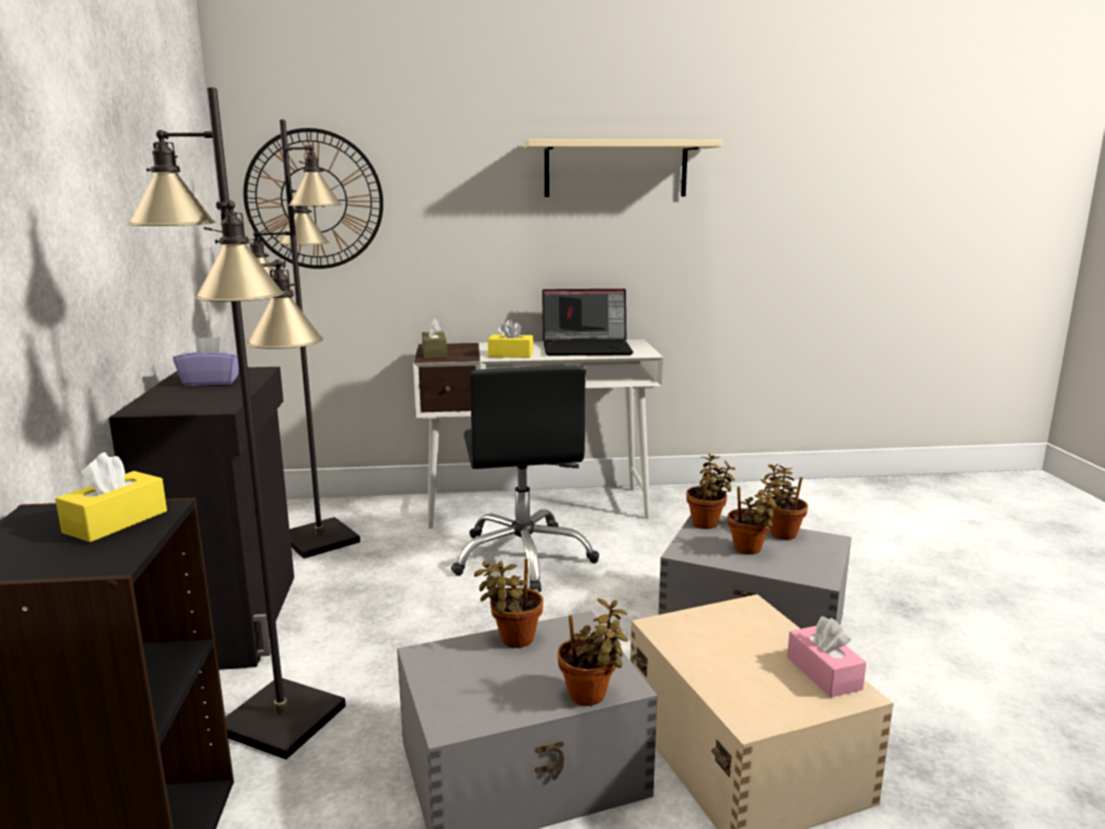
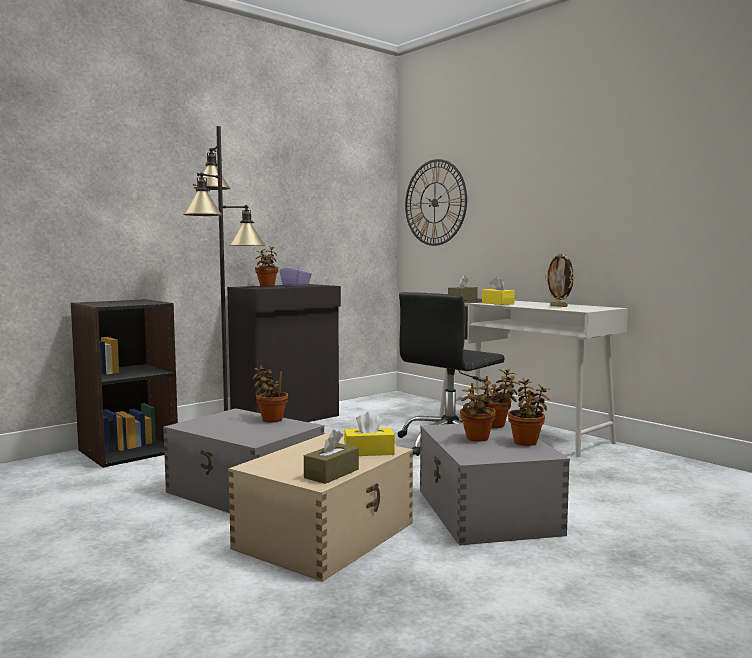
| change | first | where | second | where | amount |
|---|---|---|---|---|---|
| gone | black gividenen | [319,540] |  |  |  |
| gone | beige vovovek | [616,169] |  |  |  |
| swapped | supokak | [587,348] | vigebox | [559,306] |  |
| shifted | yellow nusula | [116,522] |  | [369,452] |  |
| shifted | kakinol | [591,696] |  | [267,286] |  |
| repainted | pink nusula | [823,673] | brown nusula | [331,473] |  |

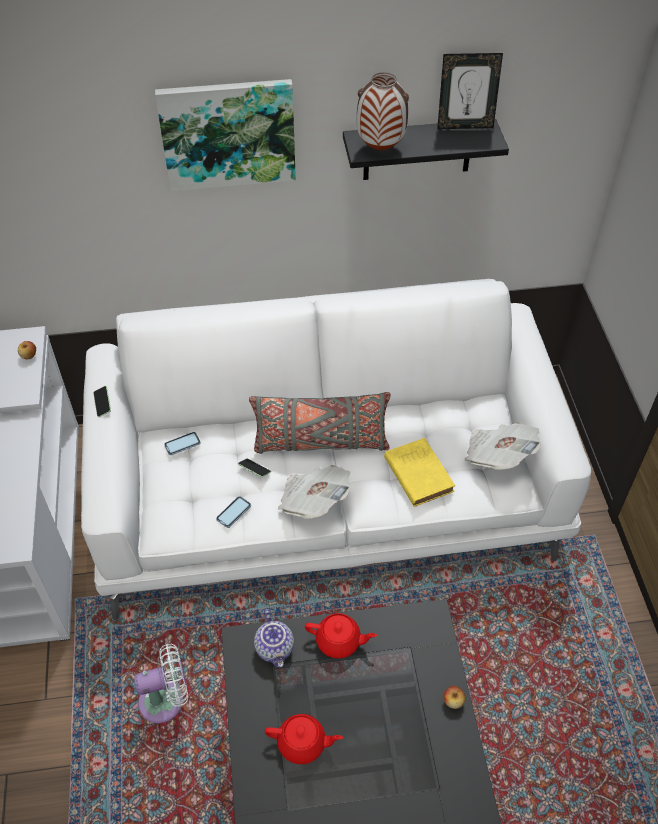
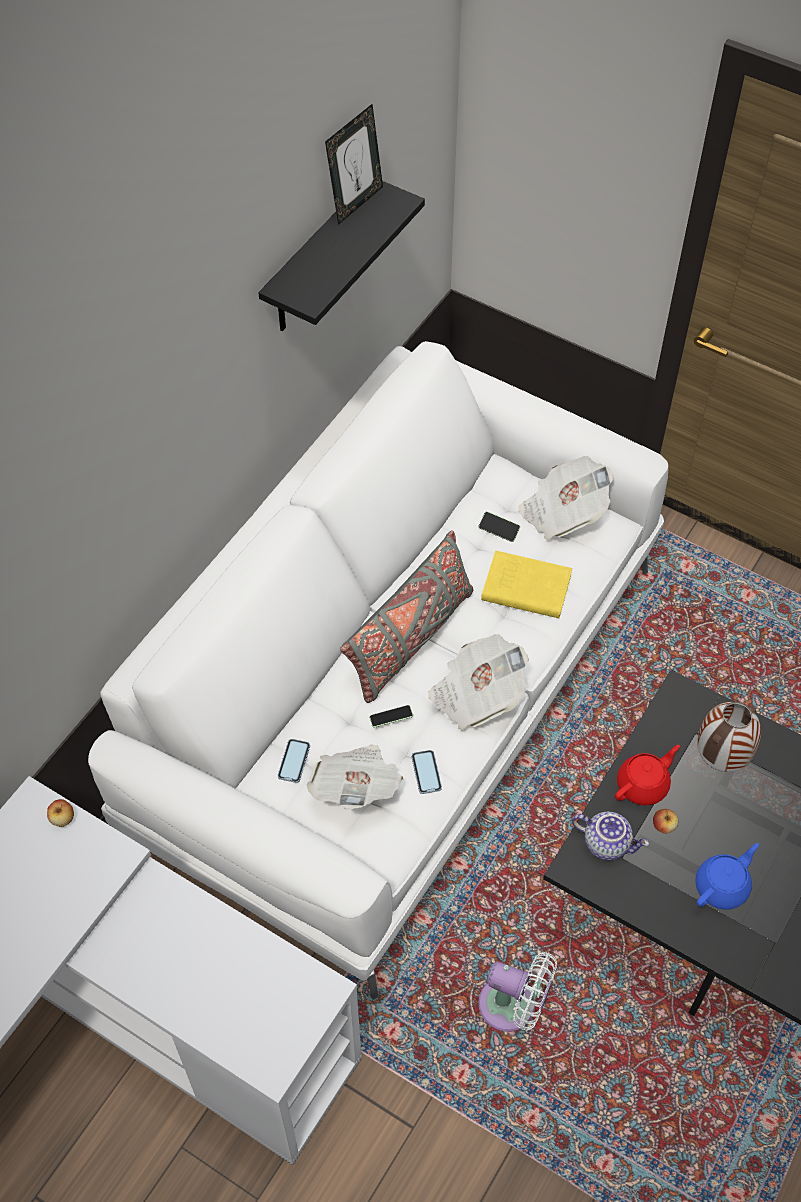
| change | first | where | second | where | amount |
|---|---|---|---|---|---|
| shifted | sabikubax | [381,148] |  | [720,758] |  |
| gone | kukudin | [228,133] |  |  |  |
| shifted | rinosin | [103,404] |  | [499,530] |  |
| rotated | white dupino | [166,700] |  | [513,1007] | 90 degrees clockwise |
| shifted | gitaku | [453,701] |  | [663,826] |  |
| repainted | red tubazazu | [303,743] | blue tubazazu | [722,886] |  |
| new |  |  | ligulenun | [356,787] |  |

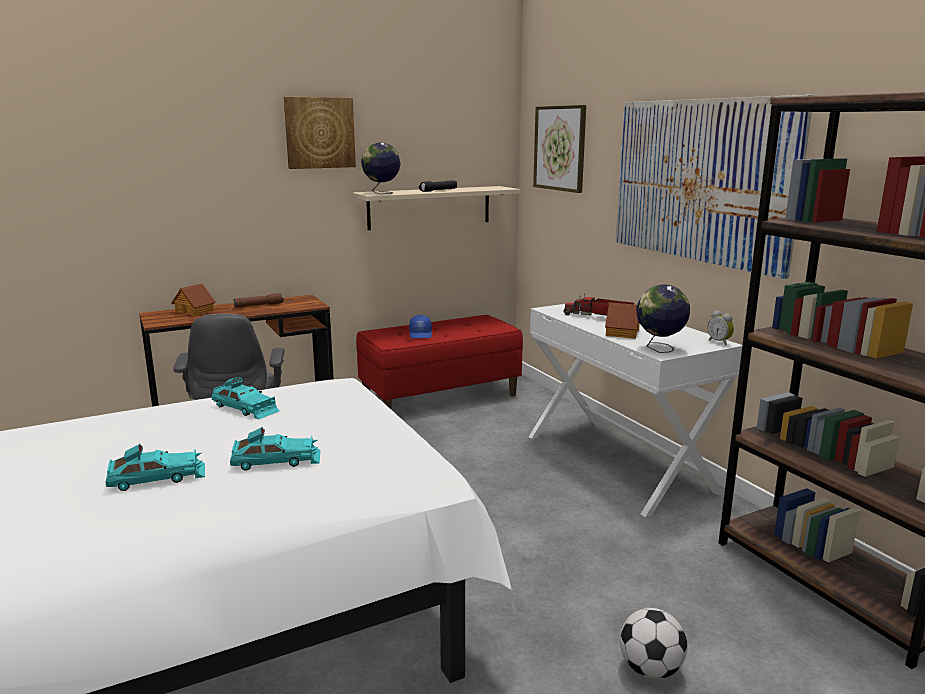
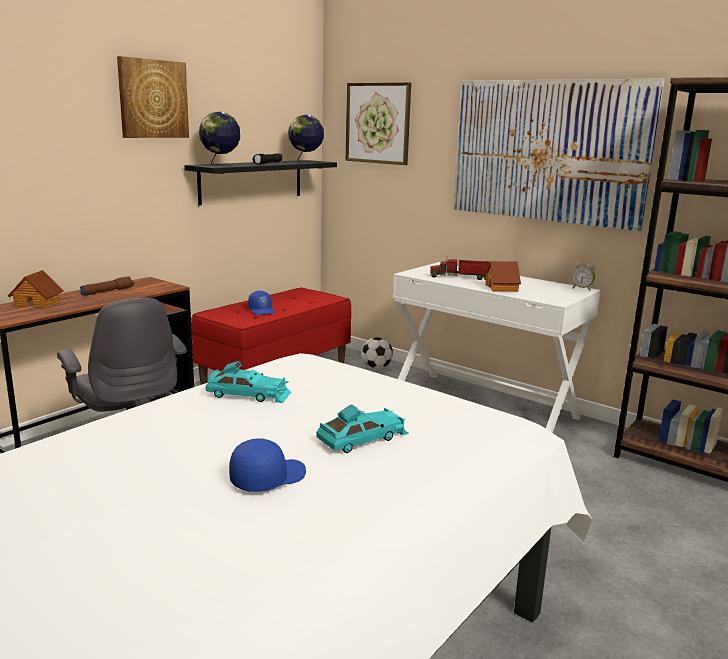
| change | first | where | second | where | amount |
|---|---|---|---|---|---|
| repainted | beige vovovek | [429,207] | black vovovek | [252,181] |  |
| shifted | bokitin | [659,349] |  | [306,162] |  |
| swapped | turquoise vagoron | [157,478] | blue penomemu | [267,478] |  |
| shifted | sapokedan | [650,669] |  | [376,368] |  |

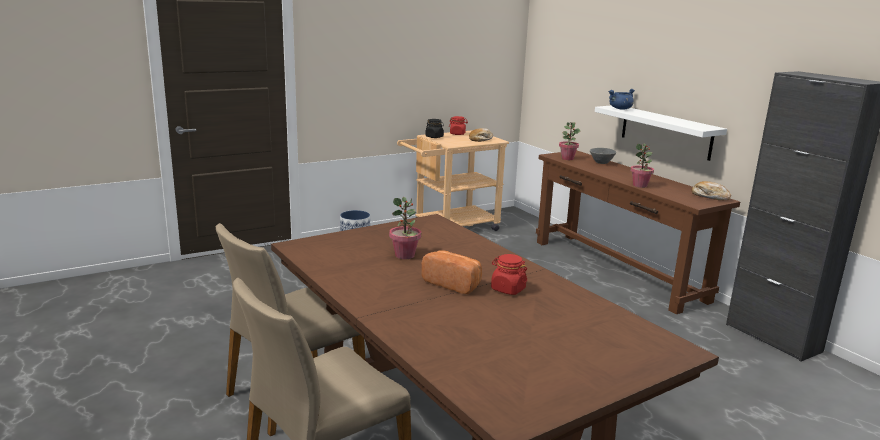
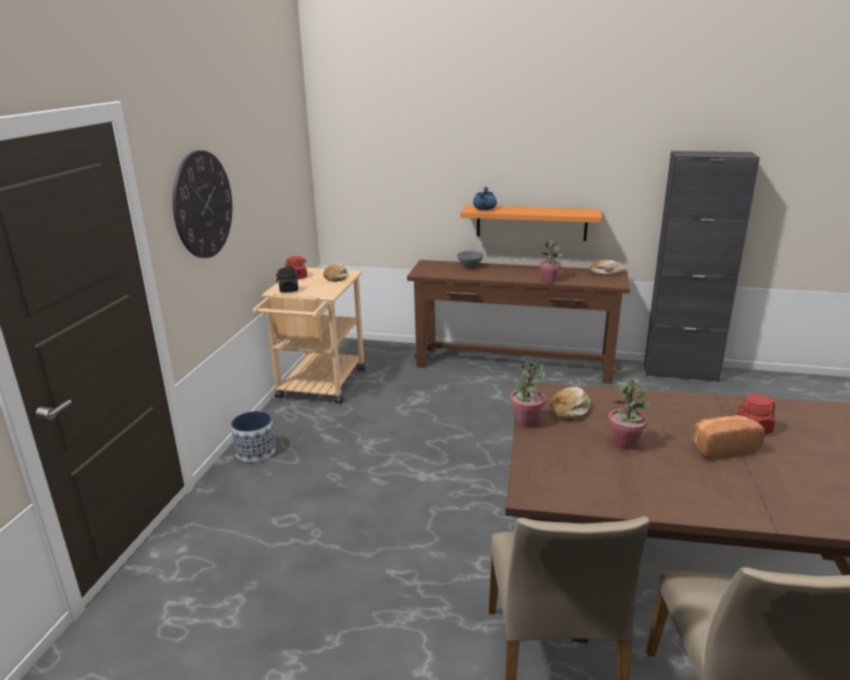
| change | first | where | second | where | amount |
|---|---|---|---|---|---|
| repainted | white vovovek | [665,132] | orange vovovek | [531,222] |  |
| shifted | kakinol | [567,158] |  | [526,421] |  |
| new |  |  | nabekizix | [203,205] |  |
| new |  |  | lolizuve | [570,409] |  |

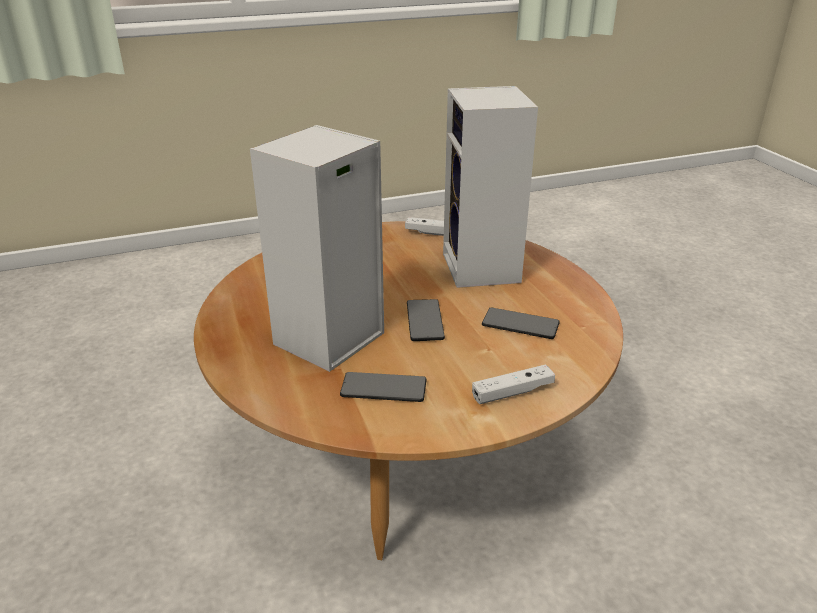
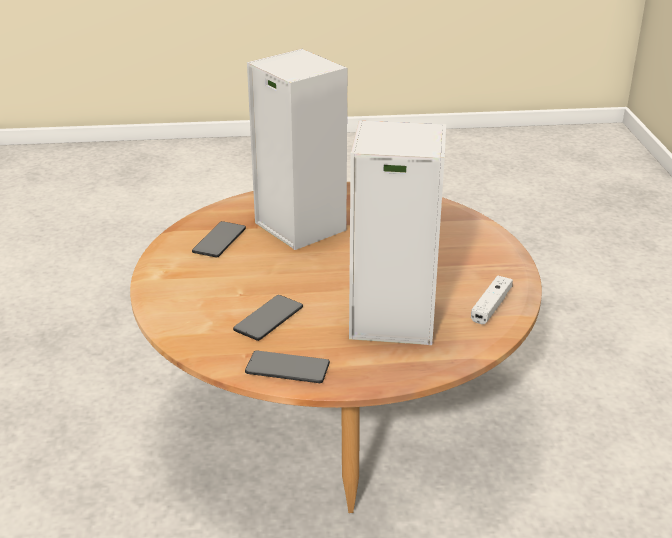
| change | first | where | second | where | amount |
|---|---|---|---|---|---|
| shifted | rinosin | [424,321] |  | [287,368] |  |
| gone | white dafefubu | [512,392] |  |  |  |

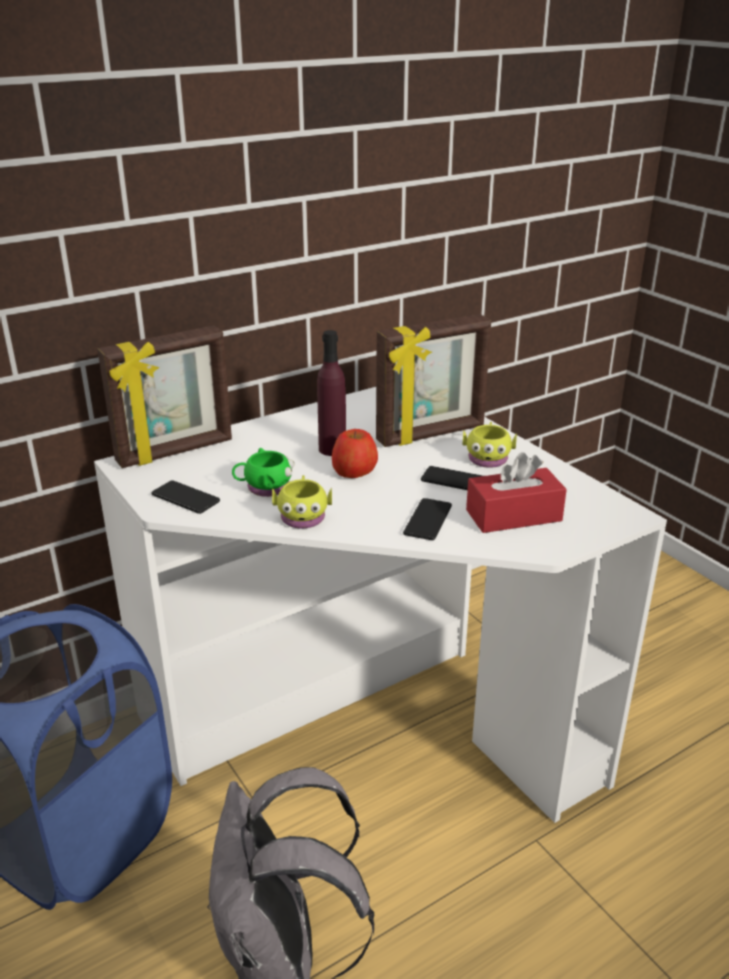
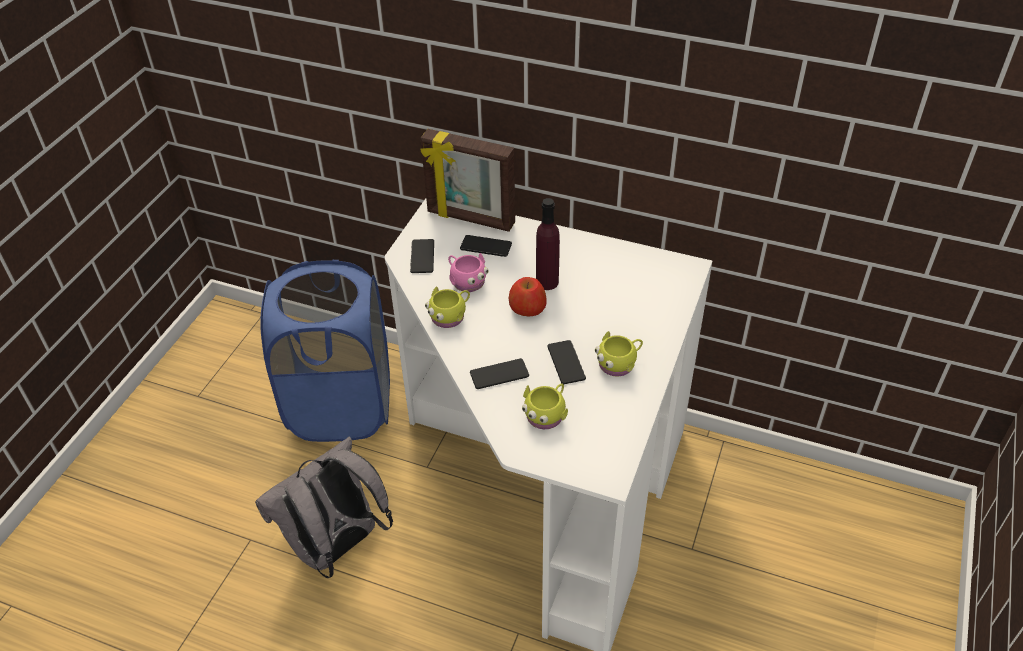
| change | first | where | second | where | amount |
|---|---|---|---|---|---|
| gone | vigebox | [431,434] |  |  |  |
| repainted | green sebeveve | [264,488] | pink sebeveve | [466,281] |  |
| swapped | red nusula | [513,515] | yellow sebeveve | [546,414] |  |
| new |  |  | rinosin | [486,246] |  |

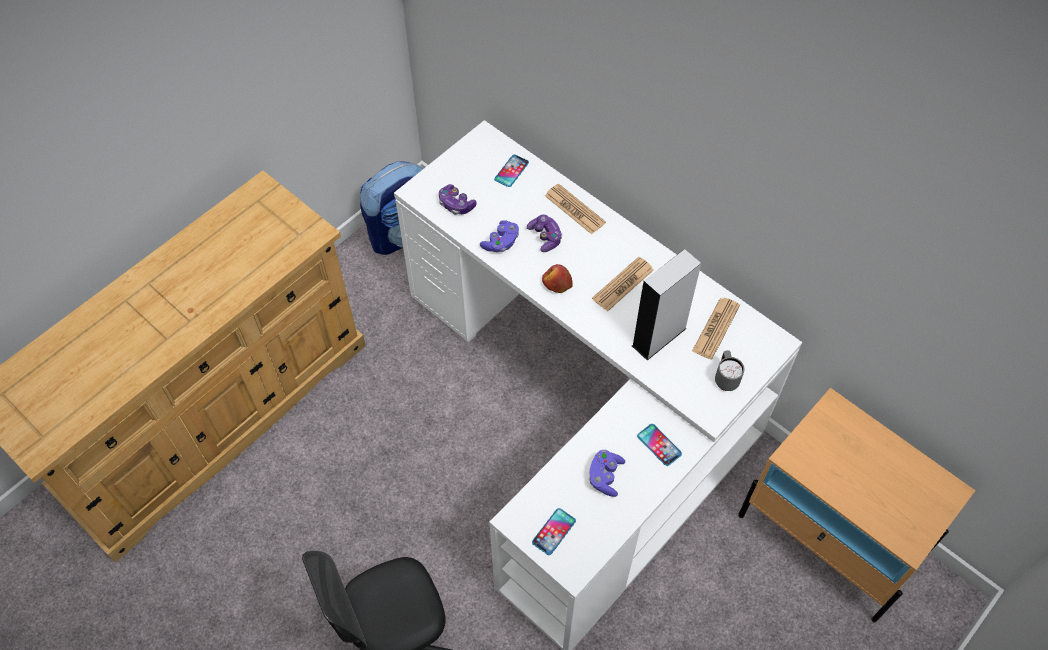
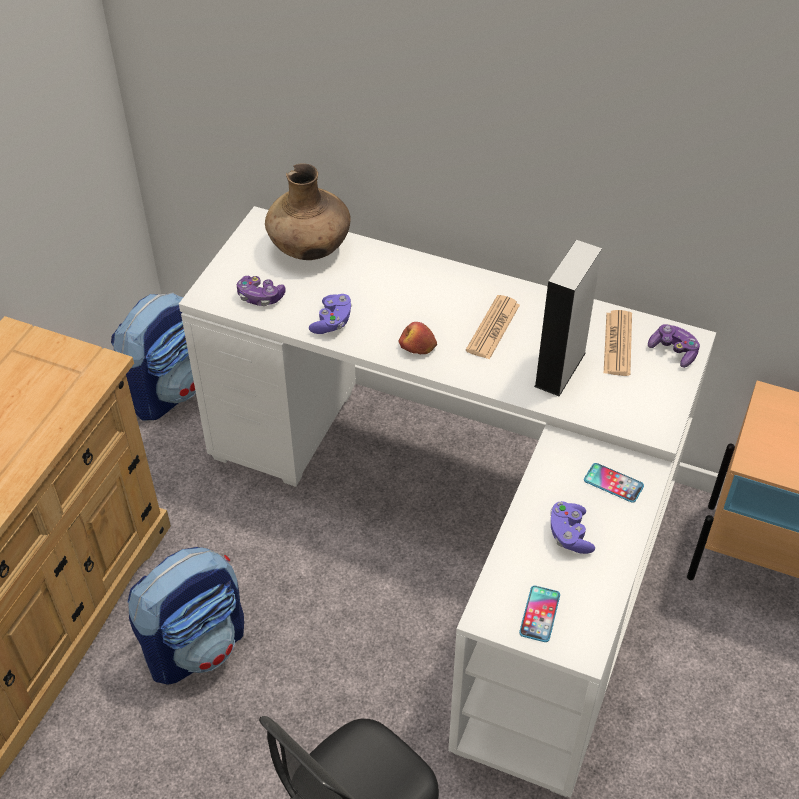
| change | first | where | second | where | amount |
|---|---|---|---|---|---|
| swapped | rinosin | [511,171] | brown sabikubax | [310,248] |  |
| gone | ligulenun | [574,209] |  |  |  |
| shifted | dafefubu | [545,237] |  | [673,351] |  |
| gone | grey sebeveve | [725,378] |  |  |  |
| new |  |  | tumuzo | [196,645] |  |

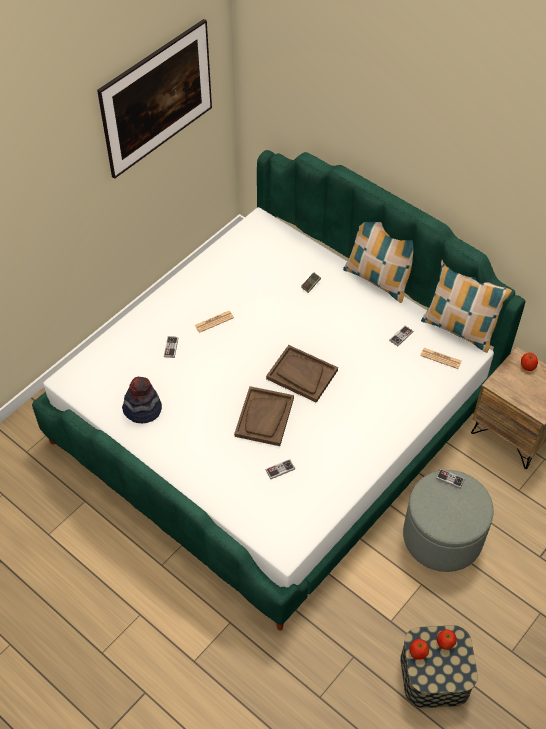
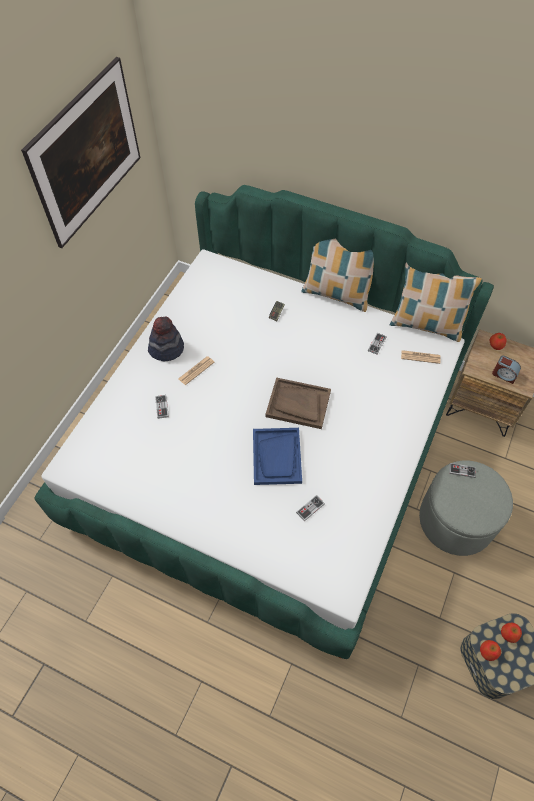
| change | first | where | second | where | amount |
|---|---|---|---|---|---|
| shifted | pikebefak | [142,409] |  | [166,348] |  |
| repainted | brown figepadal | [264,417] | blue figepadal | [277,457] |  |
| new |  |  | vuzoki | [504,375] |  |

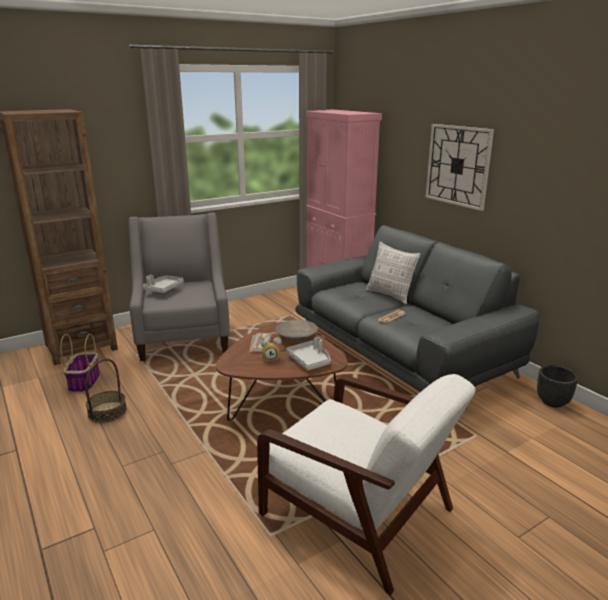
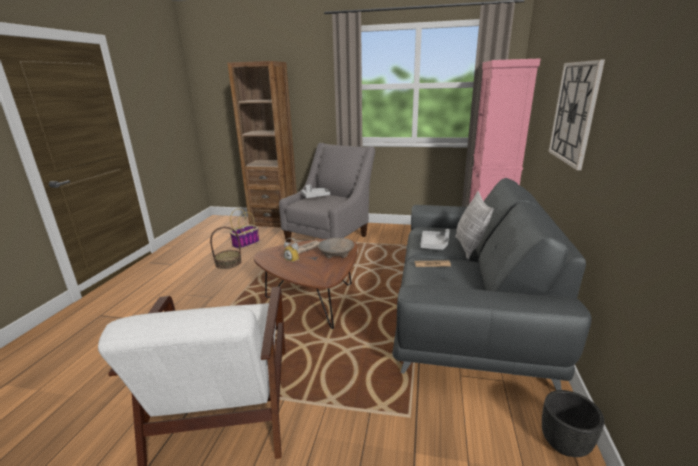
| change | first | where | second | where | amount |
|---|---|---|---|---|---|
| shifted | grey figepadal | [310,361] |  | [434,245] |  |

